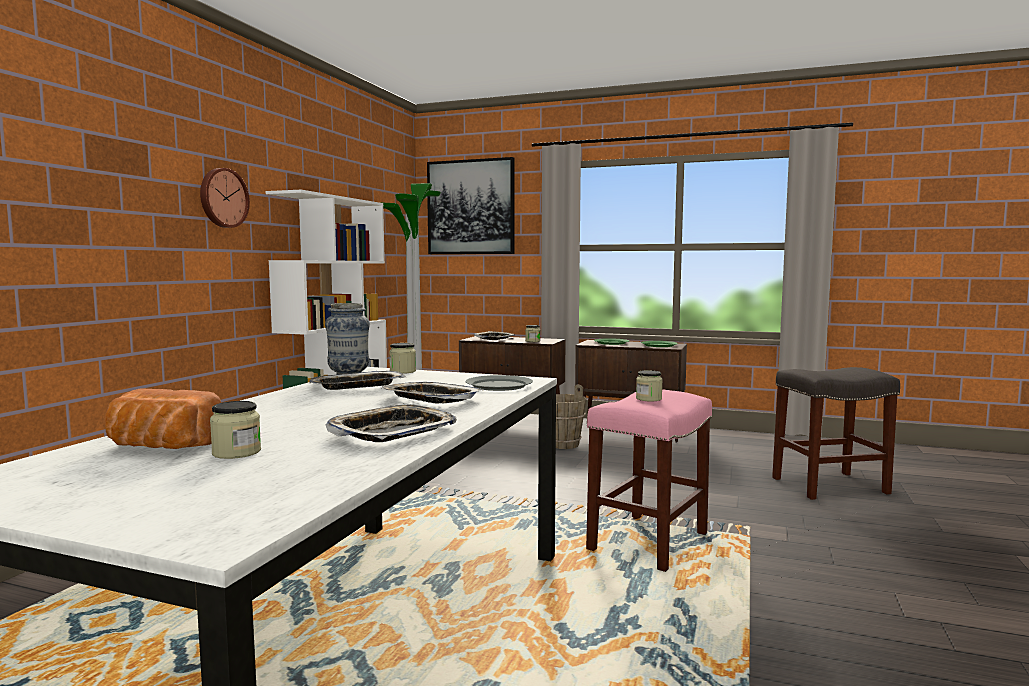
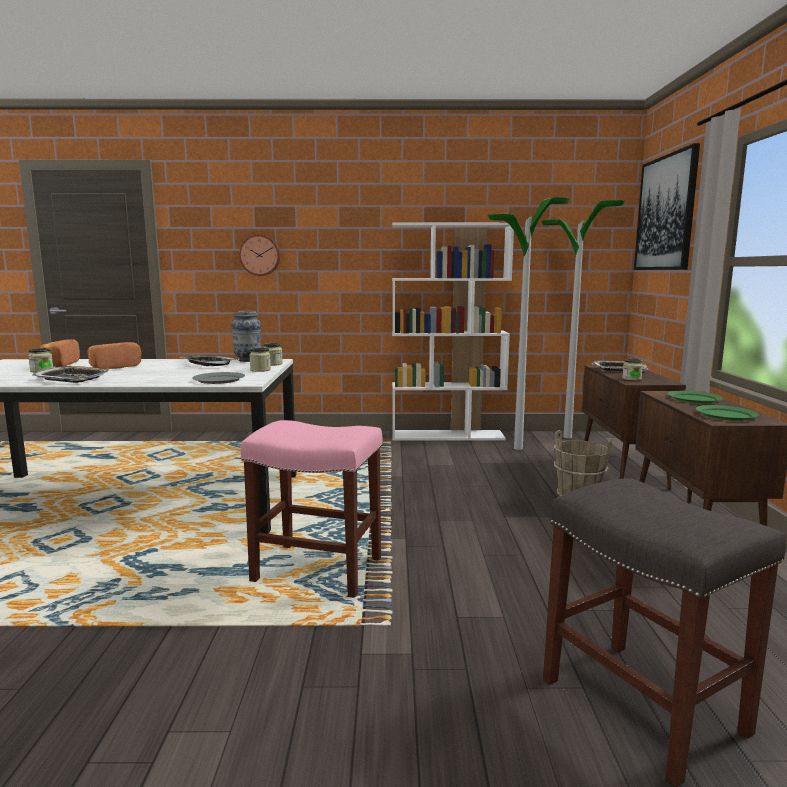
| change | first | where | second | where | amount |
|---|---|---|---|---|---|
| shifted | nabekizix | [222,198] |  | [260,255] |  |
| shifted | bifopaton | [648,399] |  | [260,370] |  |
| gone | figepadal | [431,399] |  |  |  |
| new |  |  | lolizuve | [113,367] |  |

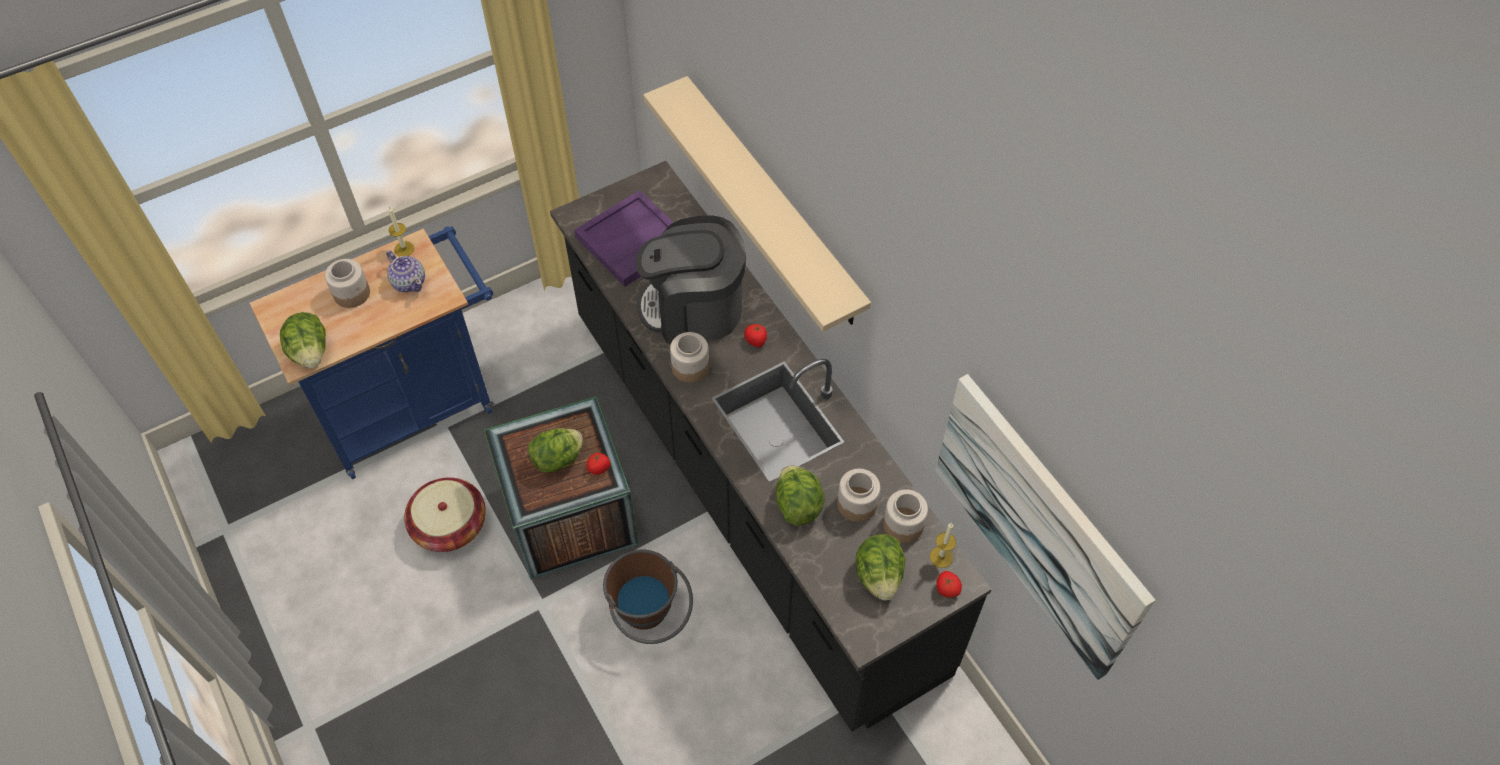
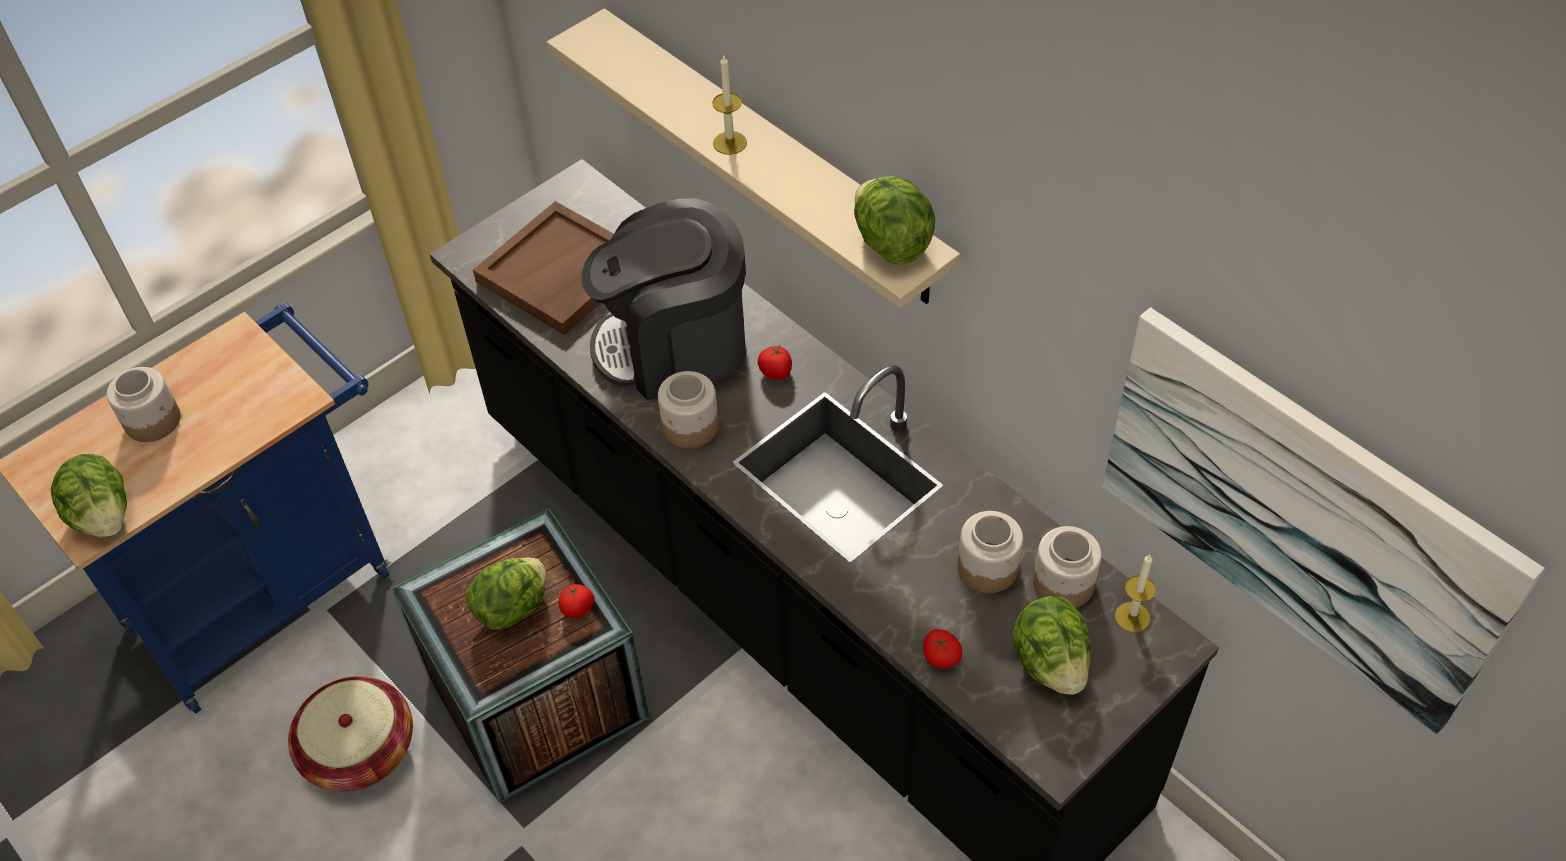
| change | first | where | second | where | amount |
|---|---|---|---|---|---|
| repainted | purple figepadal | [632,242] | brown figepadal | [561,273] |  |
| shifted | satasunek | [404,249] |  | [730,143] |  |
| gone | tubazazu | [409,282] |  |  |  |
| shifted | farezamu | [797,504] |  | [890,243] |  |
| gone | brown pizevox | [650,616] |  |  |  |
| shifted | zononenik | [946,589] |  | [940,657] |  |

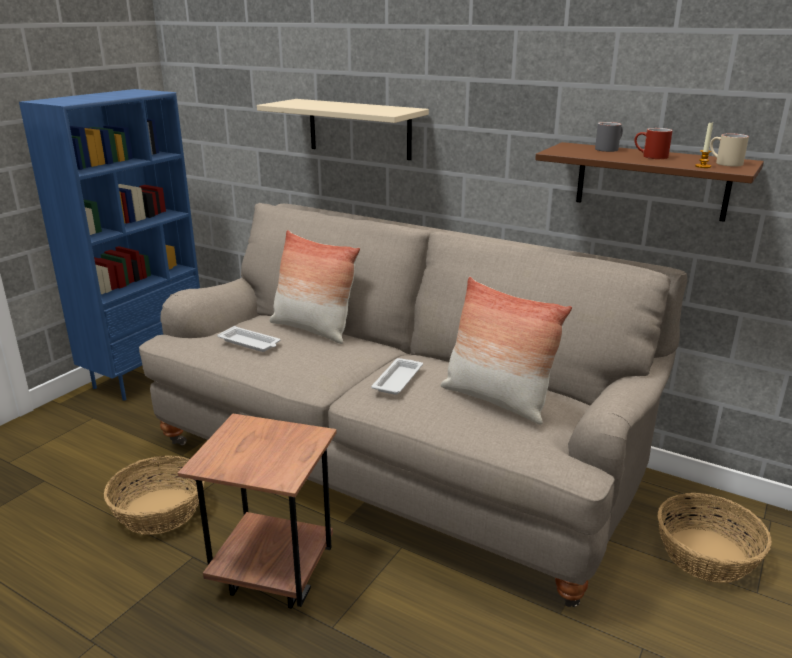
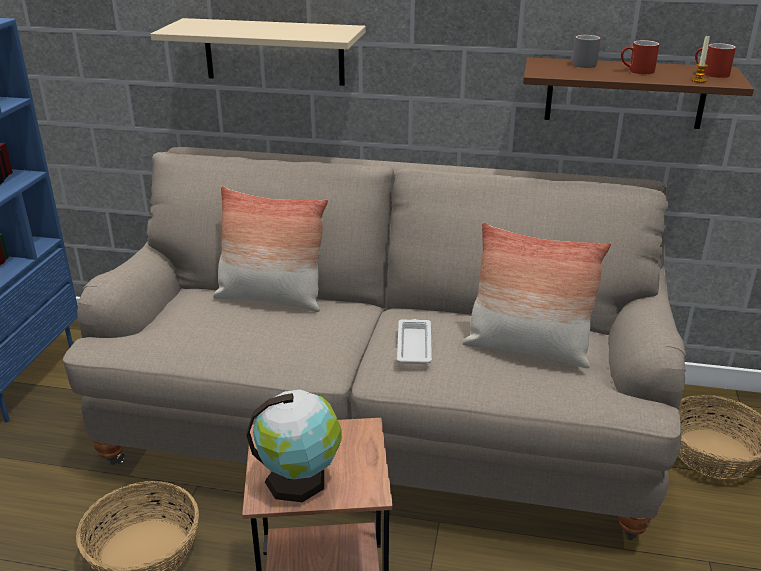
| change | first | where | second | where | amount |
|---|---|---|---|---|---|
| repainted | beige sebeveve | [723,163] | red sebeveve | [710,74] |  |
| gone | white figepadal | [250,343] |  |  |  |
| new |  |  | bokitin | [299,480] |  |

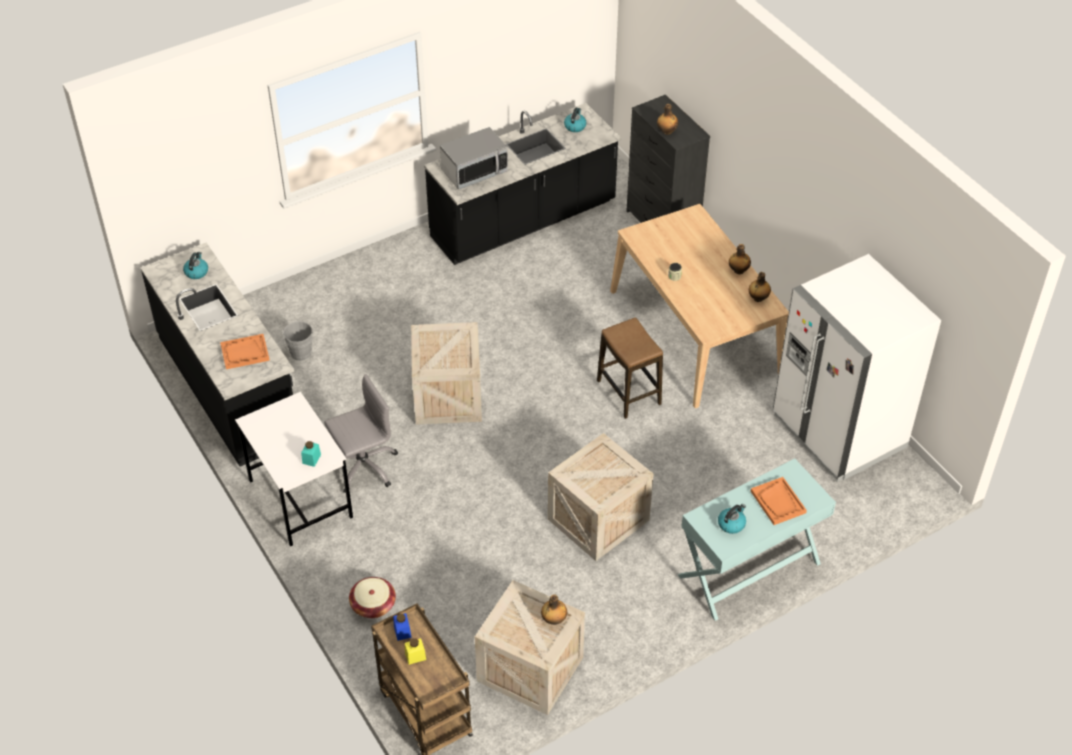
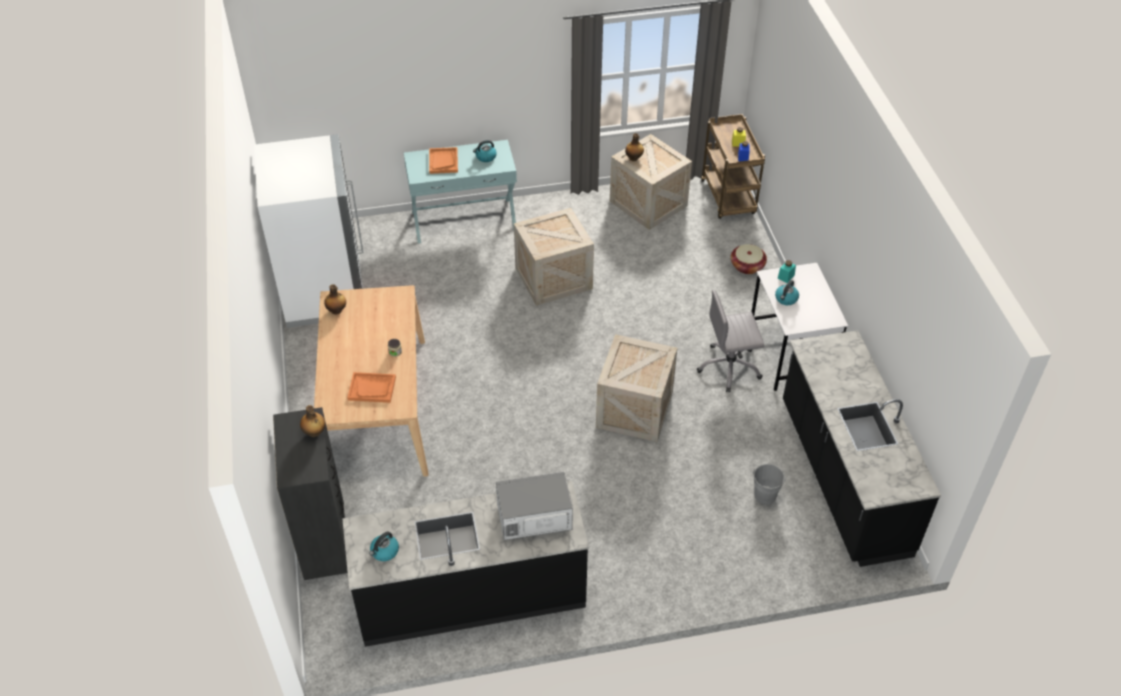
| change | first | where | second | where | amount |
|---|---|---|---|---|---|
| gone | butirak | [738,271] |  |  |  |
| shifted | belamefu | [196,272] |  | [786,299] |  |
| gone | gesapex | [628,392] |  |  |  |
| shifted | orange figepadal | [245,353] |  | [372,388] |  |

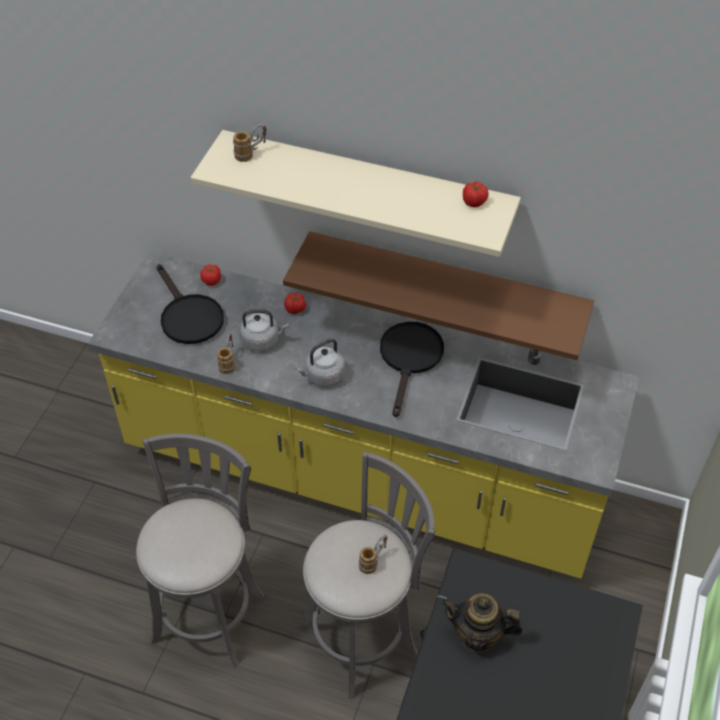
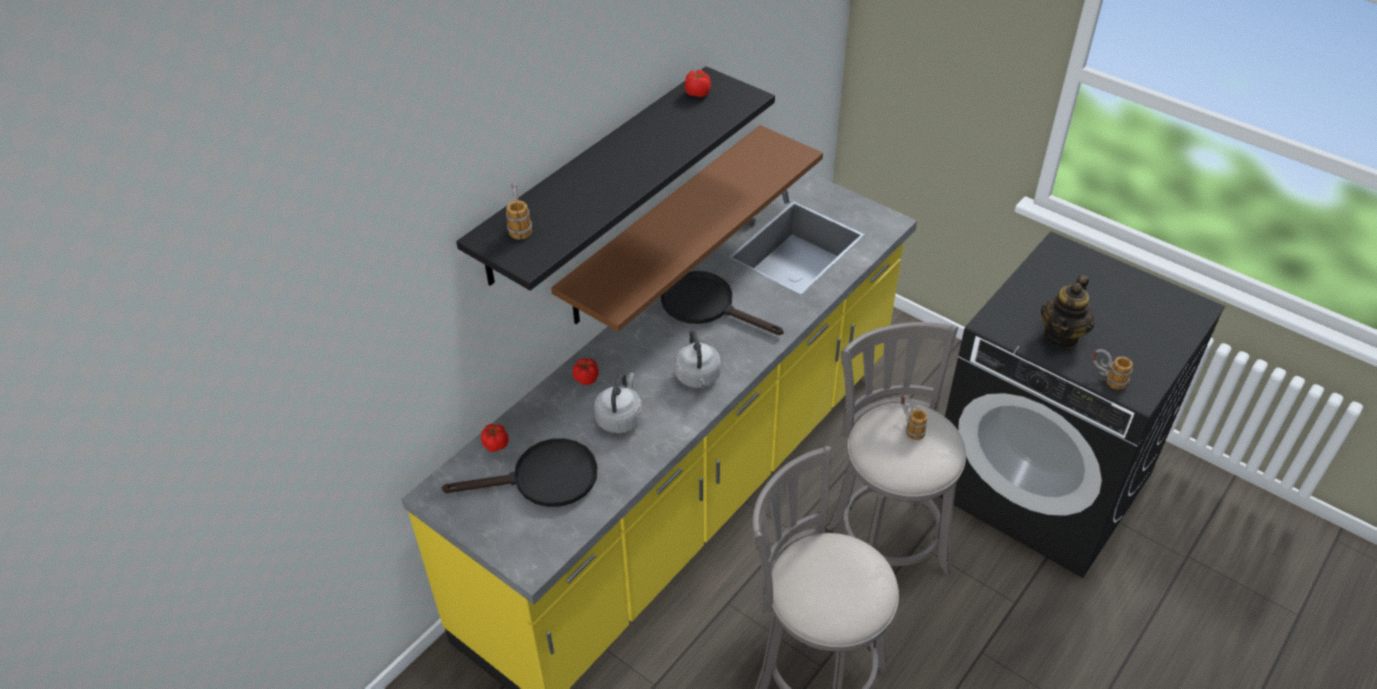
| change | first | where | second | where | amount |
|---|---|---|---|---|---|
| repainted | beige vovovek | [366,186] | black vovovek | [594,175] |  |
| shifted | sebeveve | [228,361] |  | [1106,379] |  |

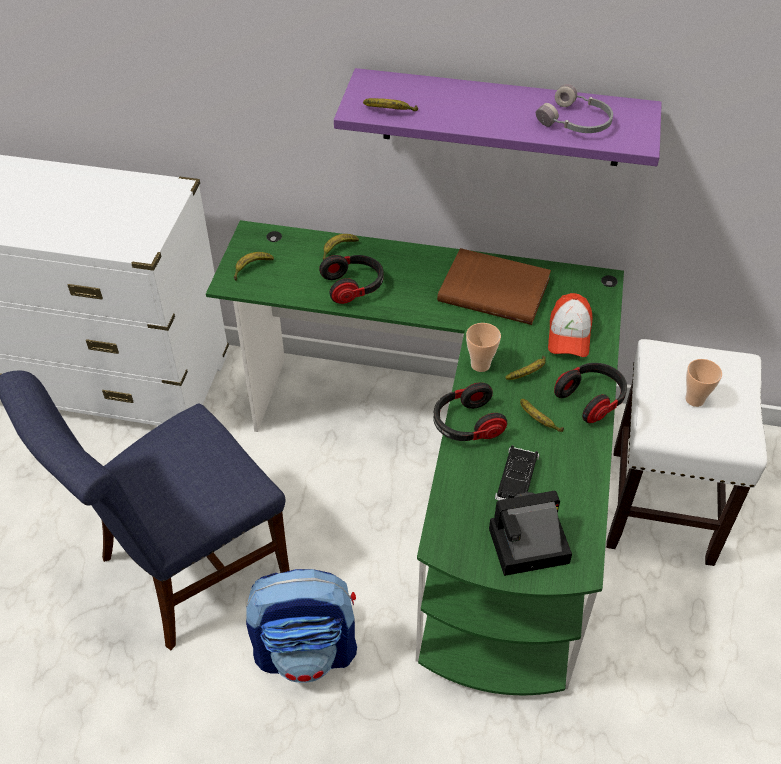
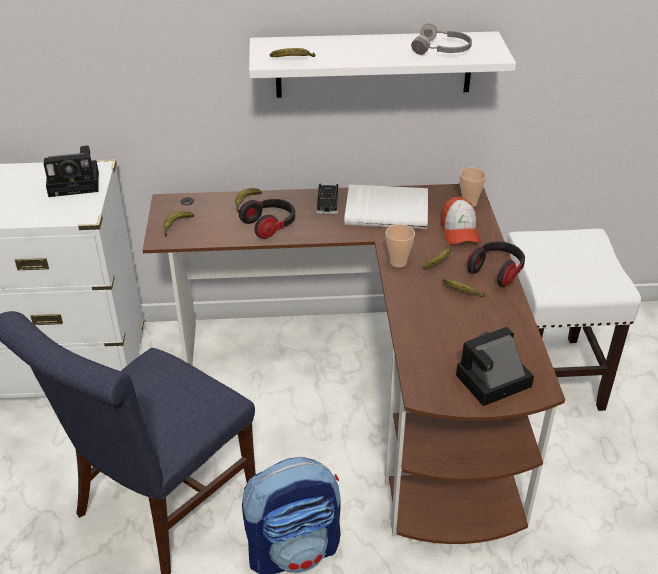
| change | first | where | second | where | amount |
|---|---|---|---|---|---|
| repainted | purple vovovek | [501,118] | white vovovek | [374,64] |  |
| repainted | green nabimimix | [452,484] | brown nabimimix | [373,392] |  |
| repainted | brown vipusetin | [494,288] | white vipusetin | [386,209] |  |
| shifted | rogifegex | [694,399] |  | [469,203] |  |
| gone | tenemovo | [466,425] |  |  |  |
| shifted | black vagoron | [517,479] |  | [327,202] |  |
| new |  |  | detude | [76,183] |  |

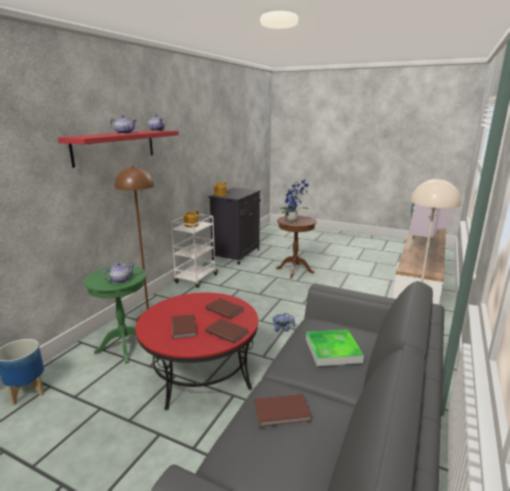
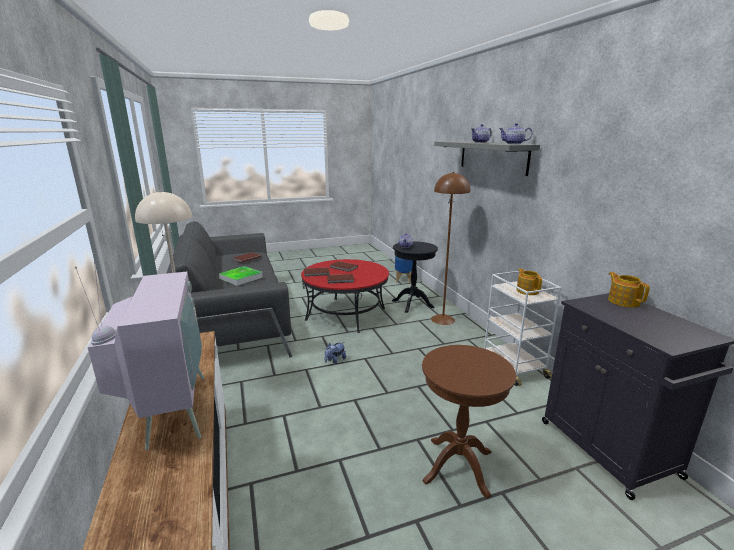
| change | first | where | second | where | amount |
|---|---|---|---|---|---|
| repainted | red vovovek | [115,147] | grey vovovek | [492,156] |  |
| gone | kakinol | [293,221] |  |  |  |
| repainted | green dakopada | [124,347] | black dakopada | [412,304] |  |

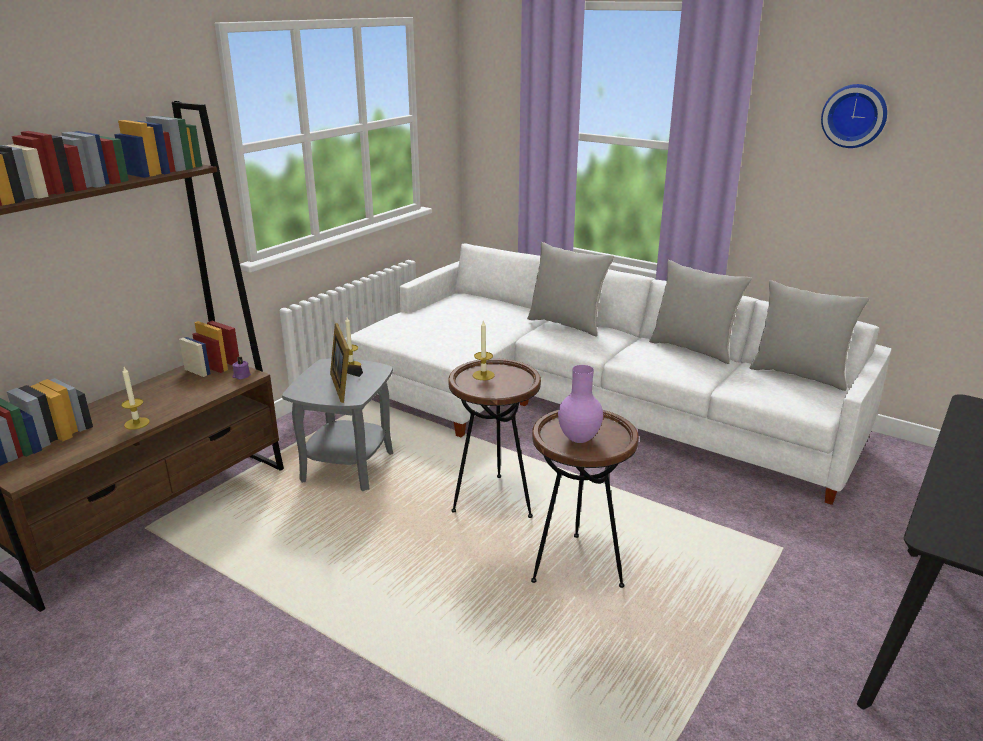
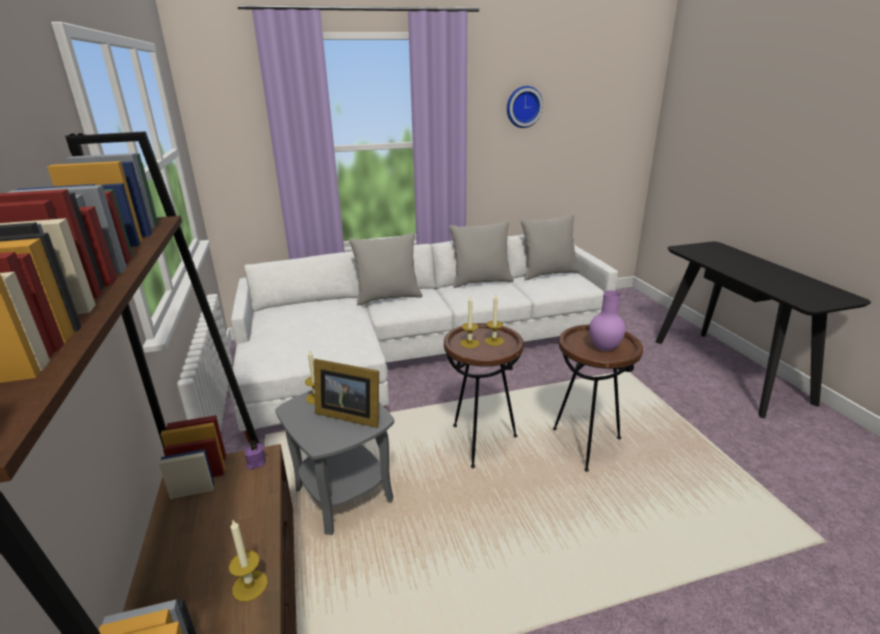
| change | first | where | second | where | amount |
|---|---|---|---|---|---|
| new |  |  | satasunek | [494,341] |  |

